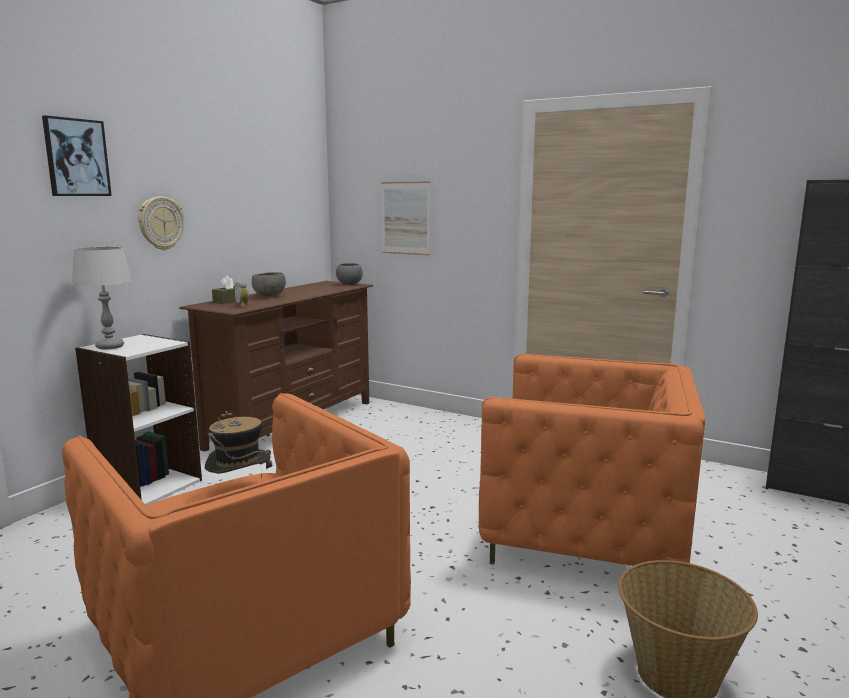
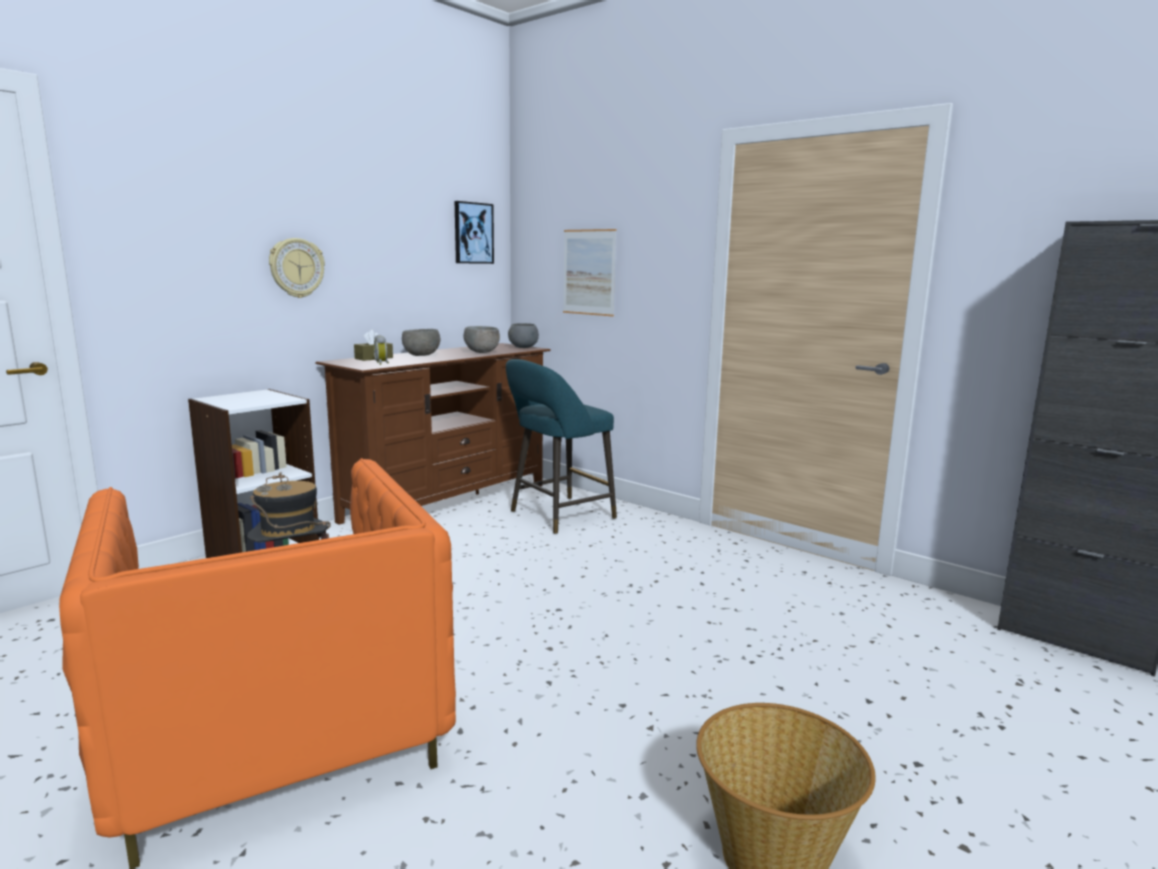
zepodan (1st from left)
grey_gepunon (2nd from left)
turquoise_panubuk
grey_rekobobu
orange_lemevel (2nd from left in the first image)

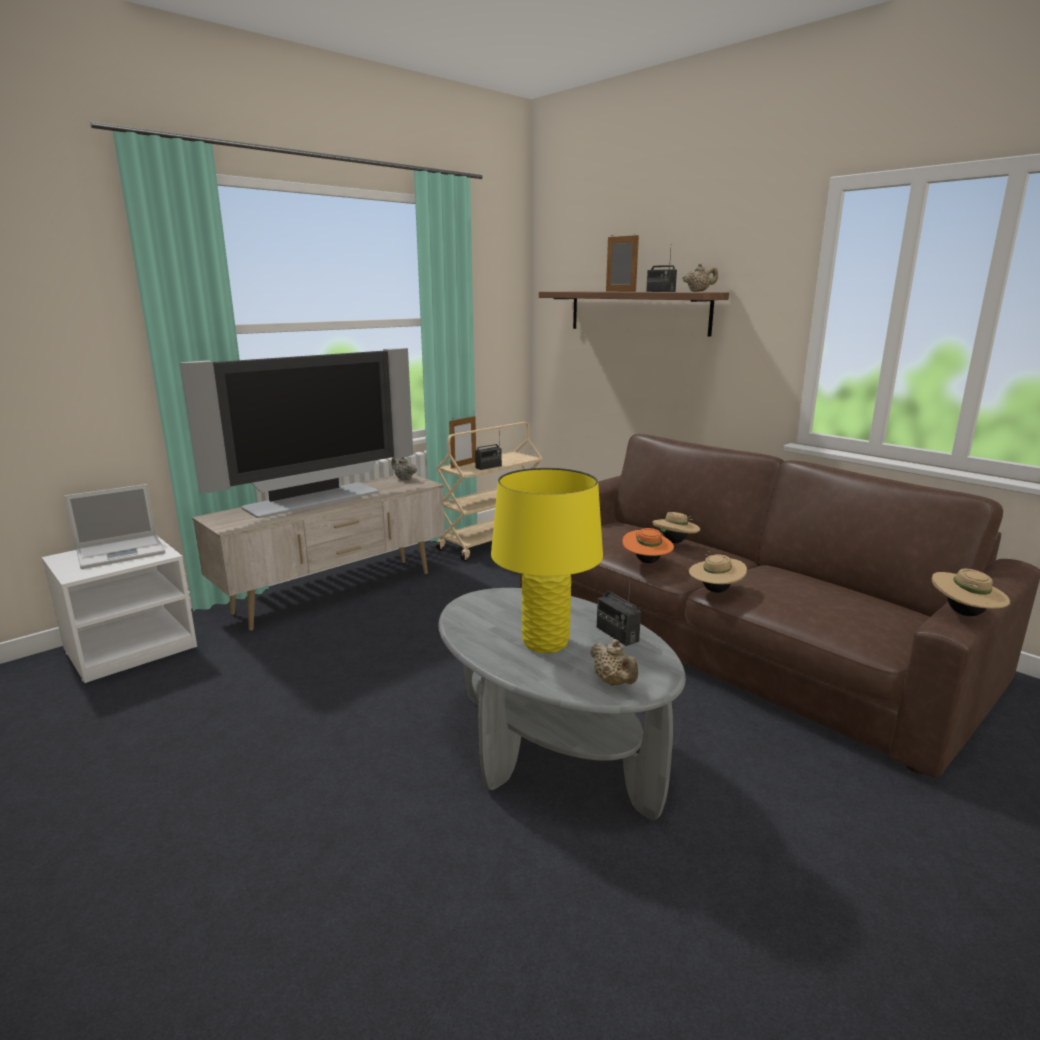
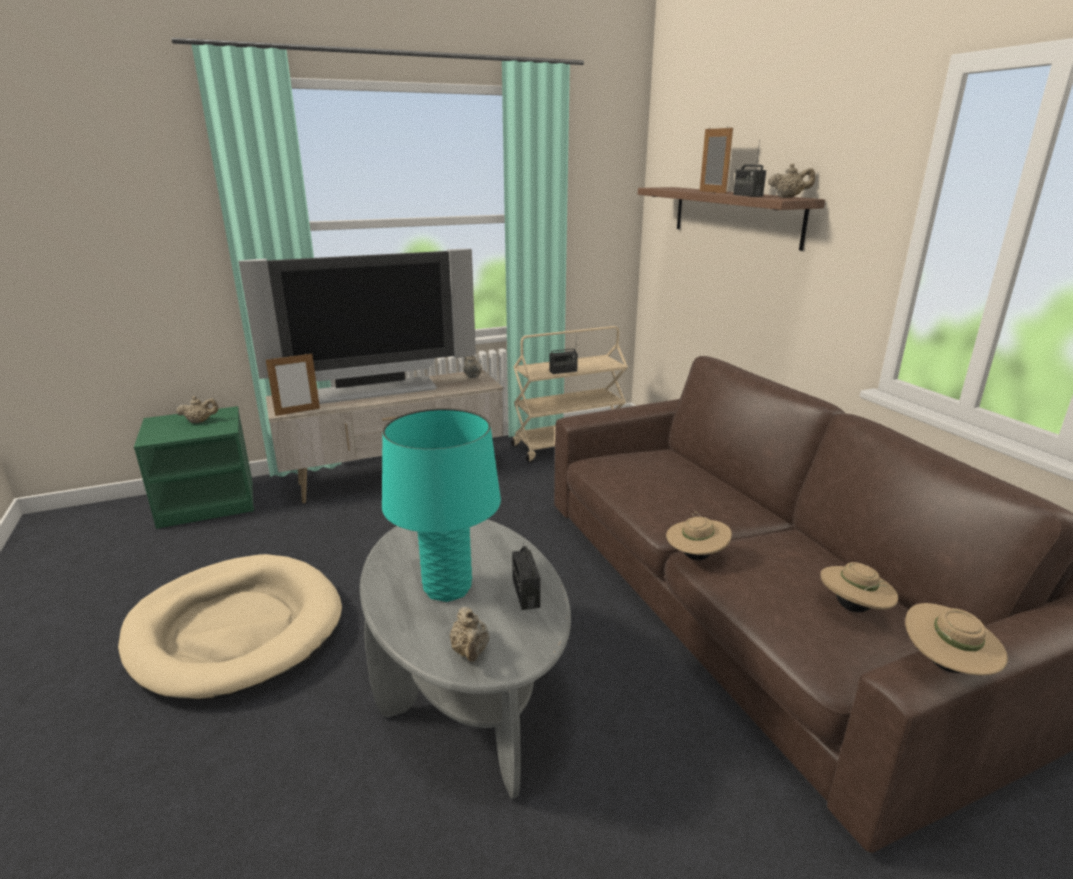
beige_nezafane
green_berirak
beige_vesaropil (1st from left)
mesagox (1st from left)
turquoise_rekobobu
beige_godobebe (2nd from left)
orange_godobebe

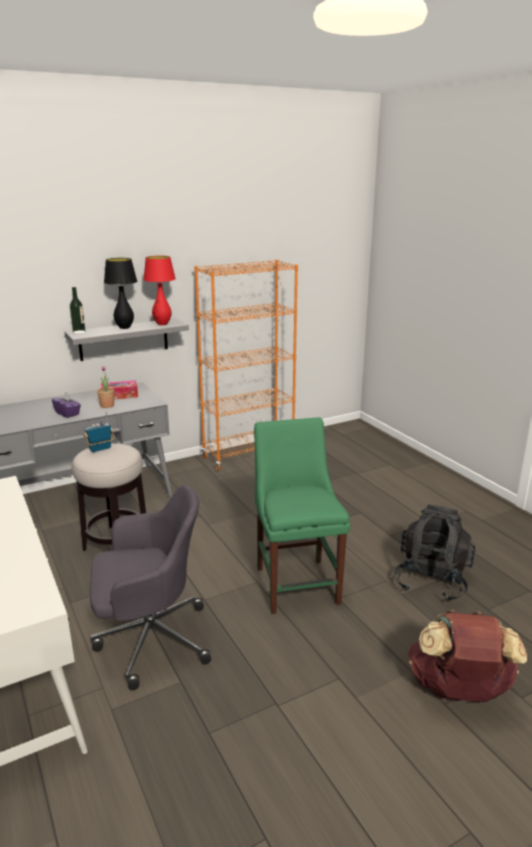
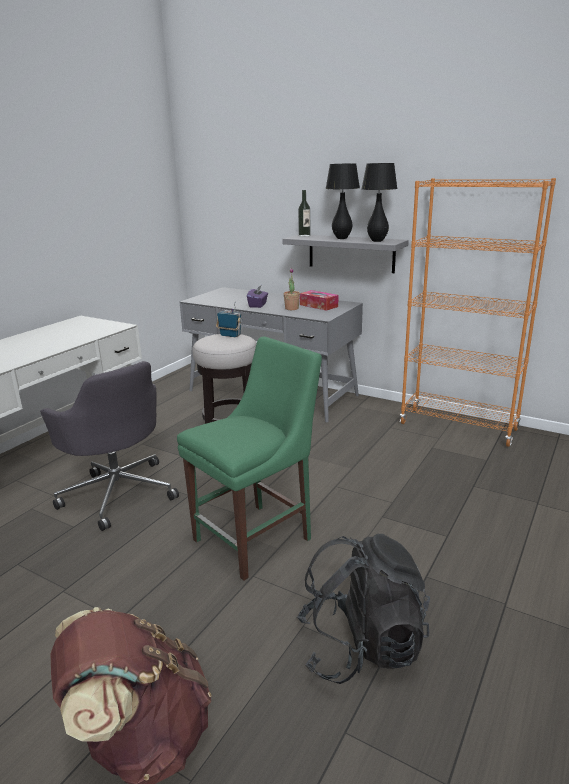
black_rekobobu (2nd from left)

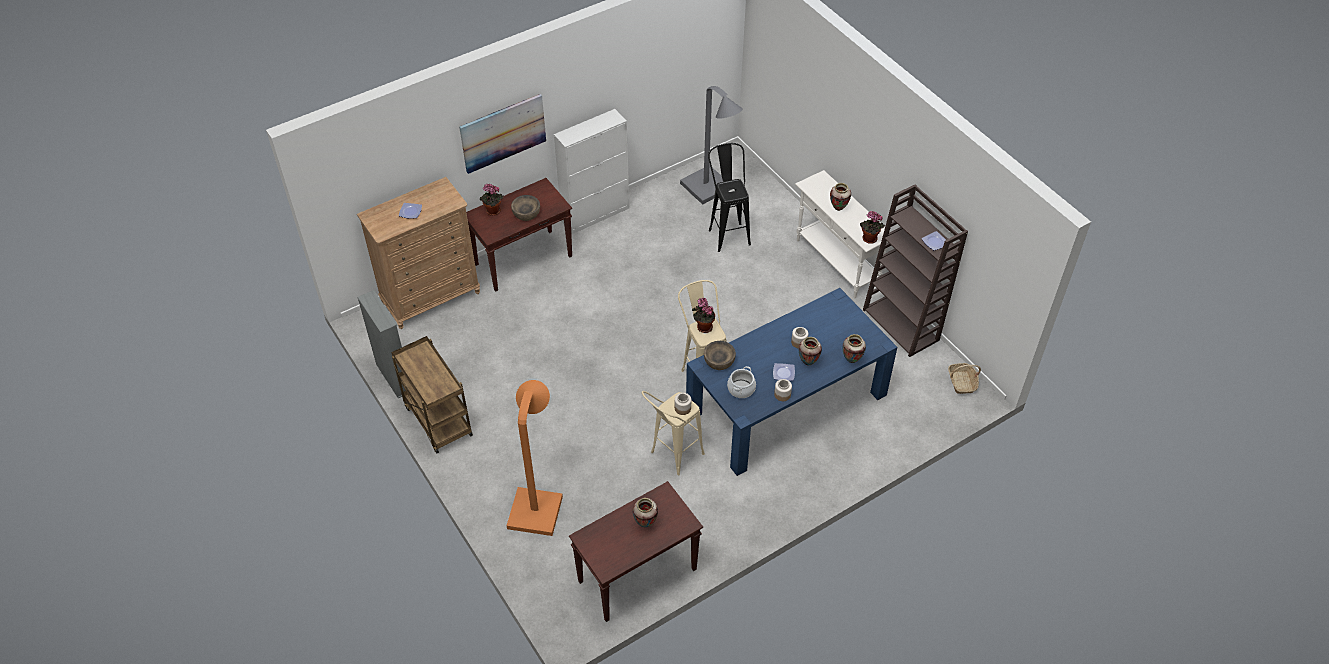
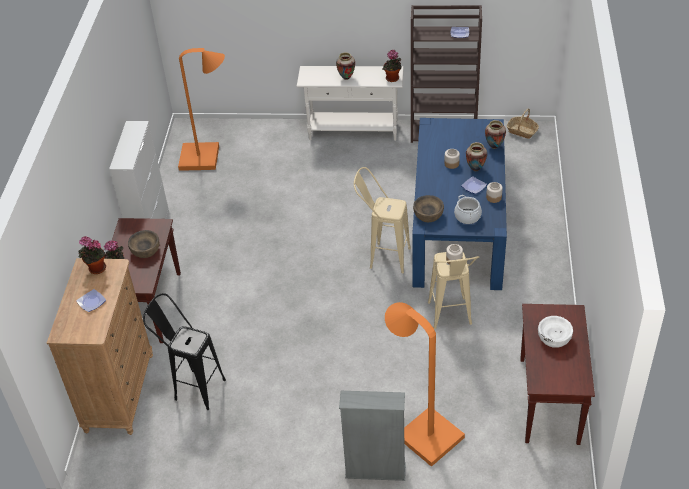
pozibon (1st from left)
black_panubuk
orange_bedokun (1st from left)
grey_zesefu
white_gepunon
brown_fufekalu
zepodan

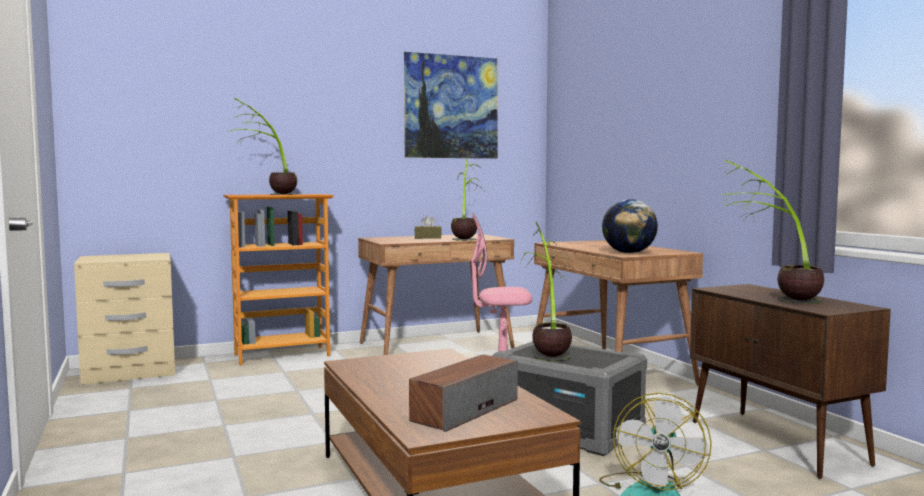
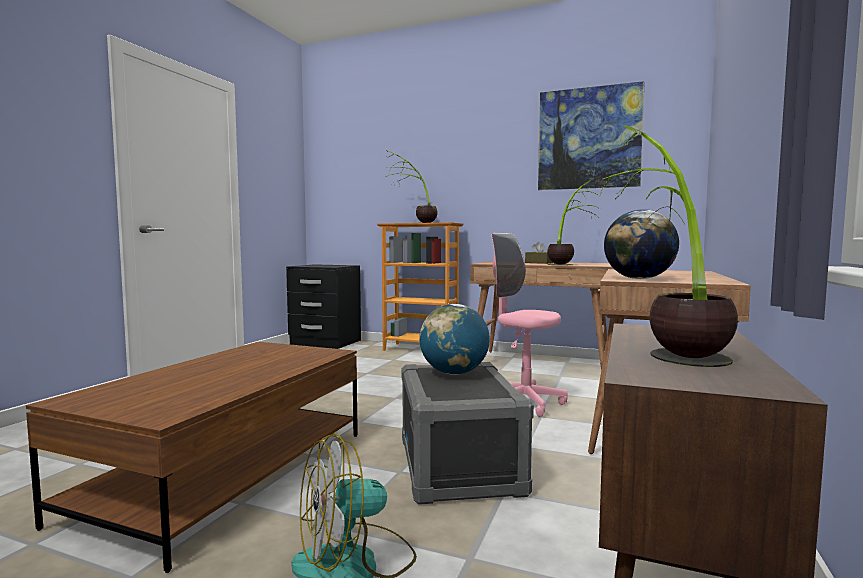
black_berirak
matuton (1st from left)
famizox

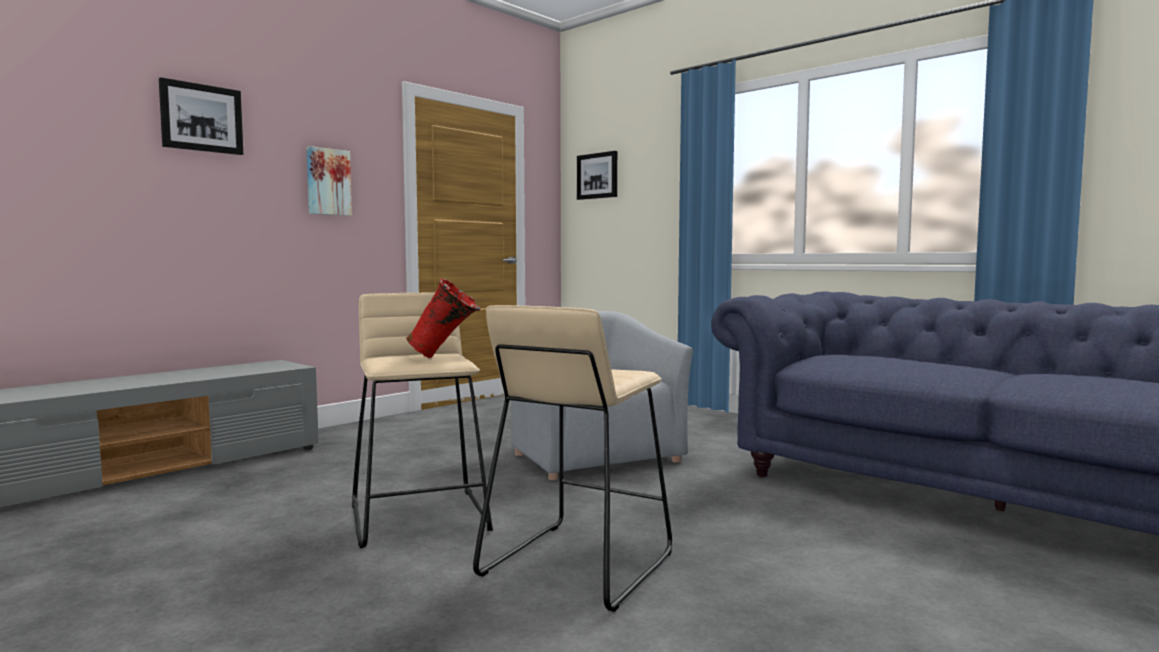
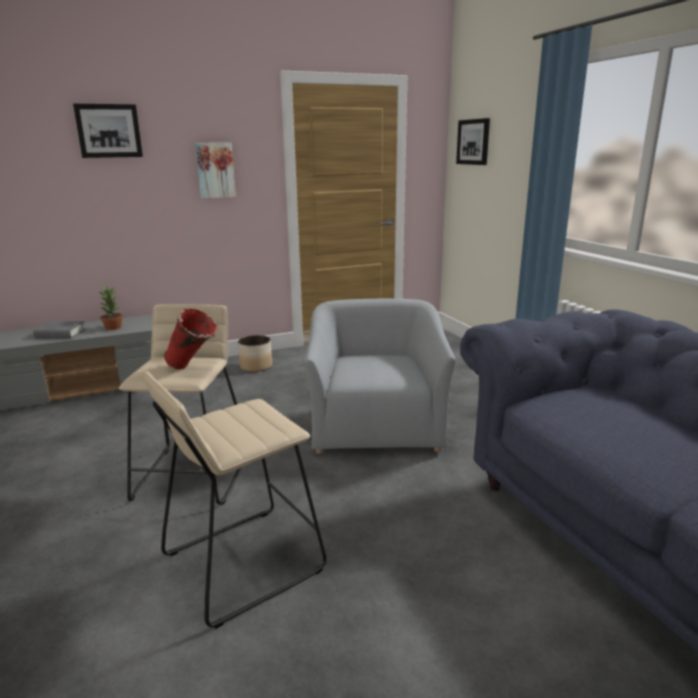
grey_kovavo
pozibon
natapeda

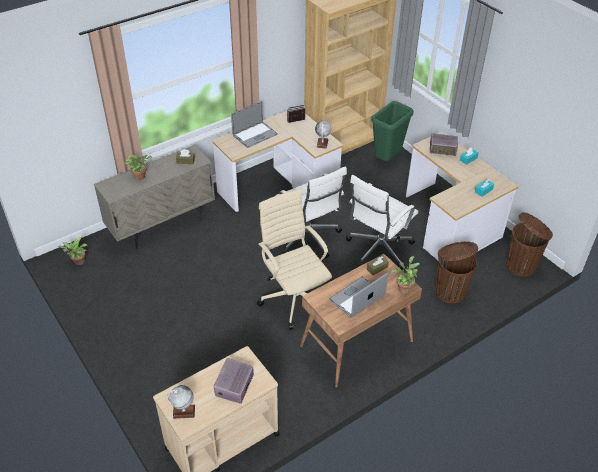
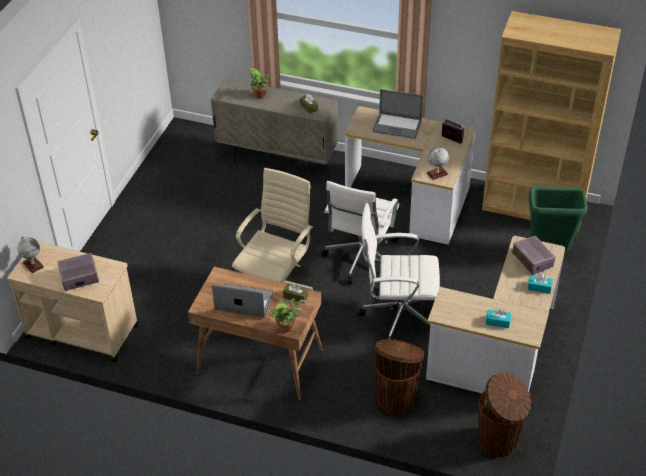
pozibon (1st from left in the first image)

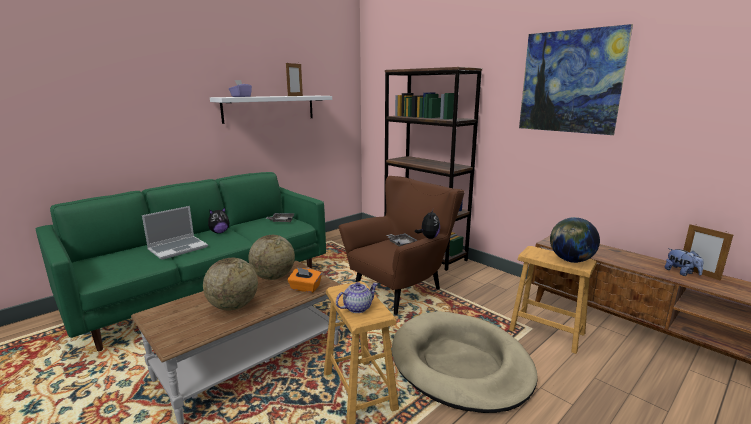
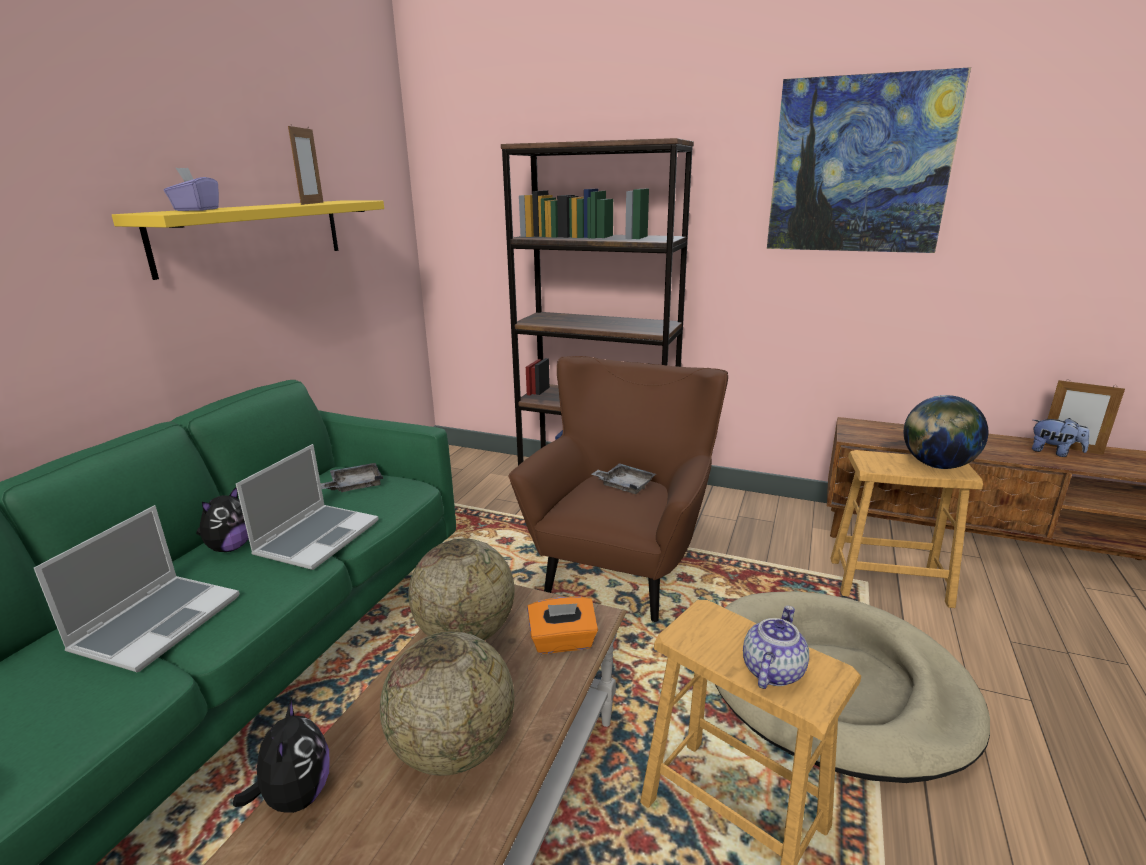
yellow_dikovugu
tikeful (2nd from left)
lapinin (2nd from left)

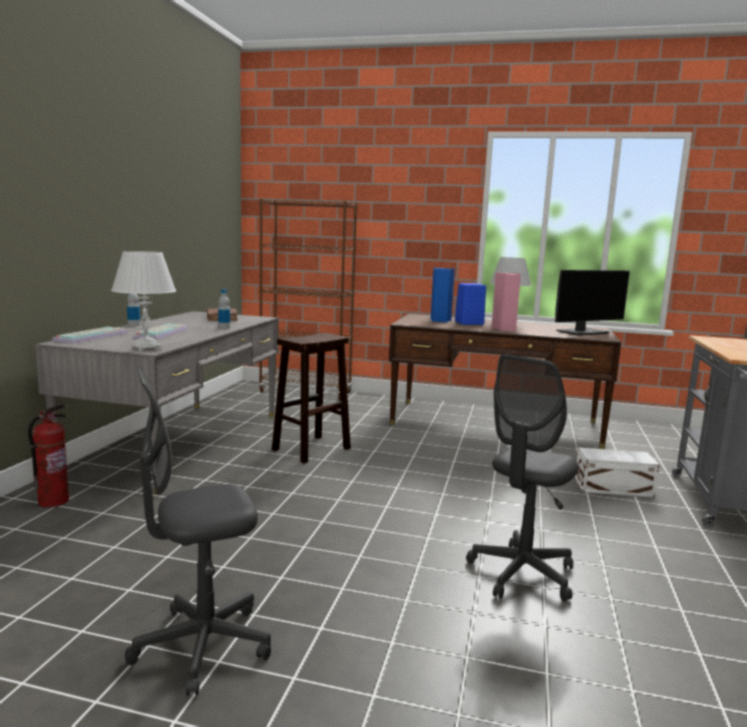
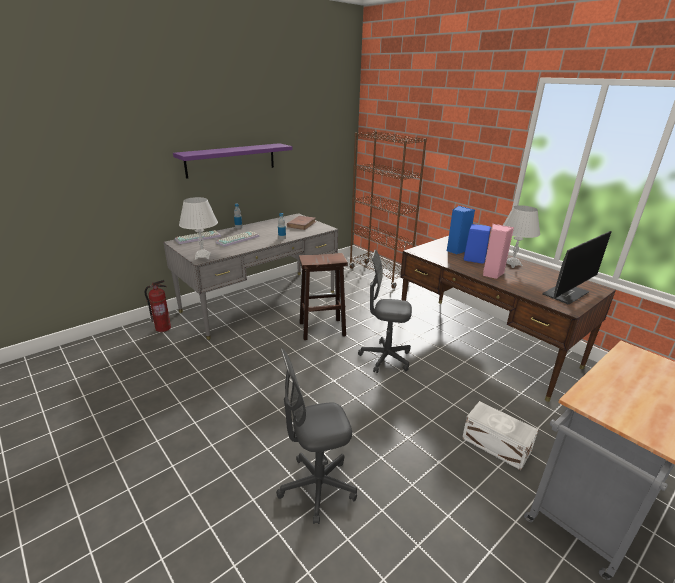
purple_dikovugu
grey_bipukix (2nd from left)
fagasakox

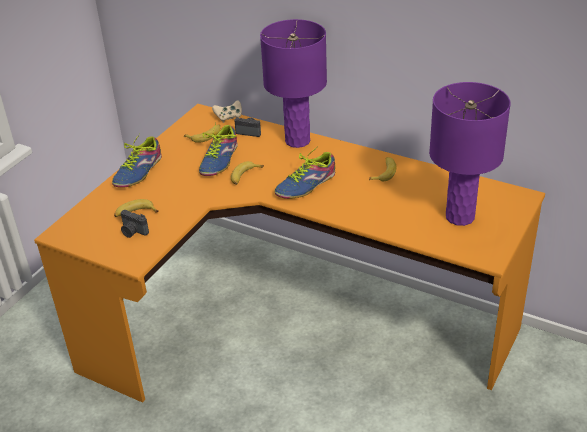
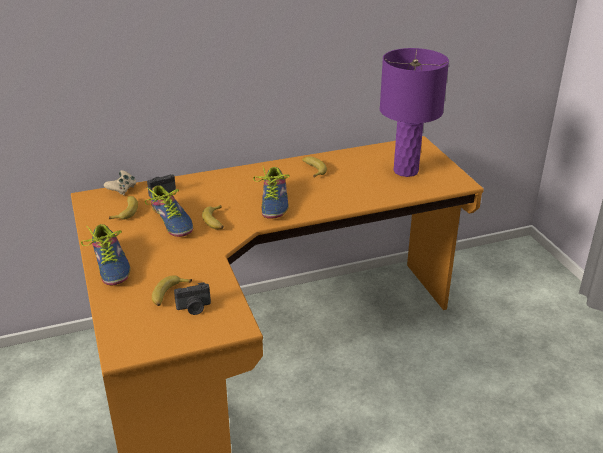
purple_rekobobu (1st from left in the first image)

